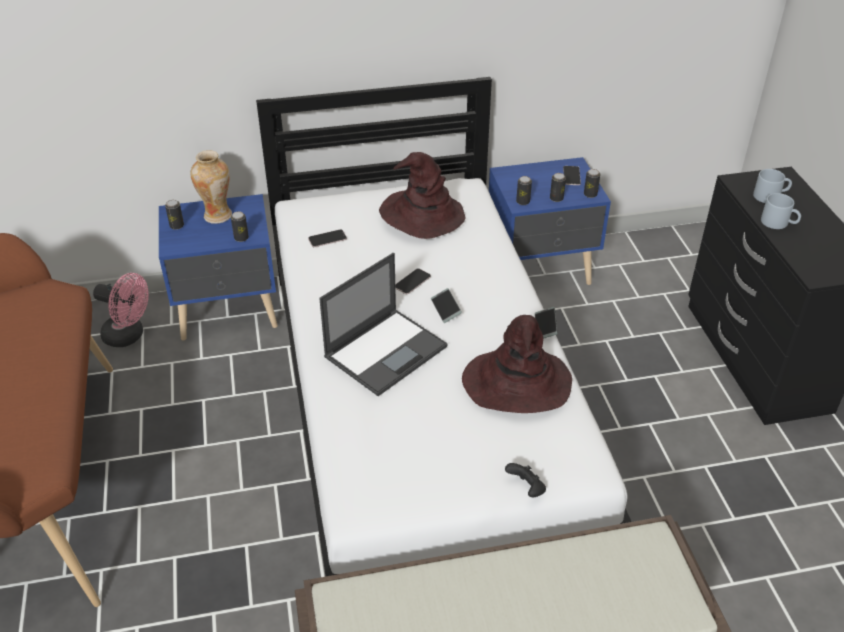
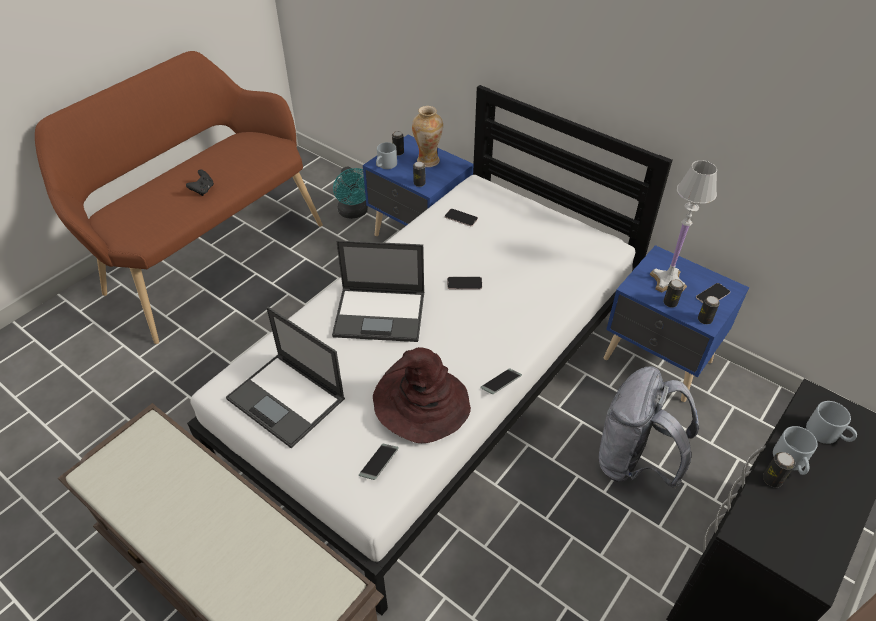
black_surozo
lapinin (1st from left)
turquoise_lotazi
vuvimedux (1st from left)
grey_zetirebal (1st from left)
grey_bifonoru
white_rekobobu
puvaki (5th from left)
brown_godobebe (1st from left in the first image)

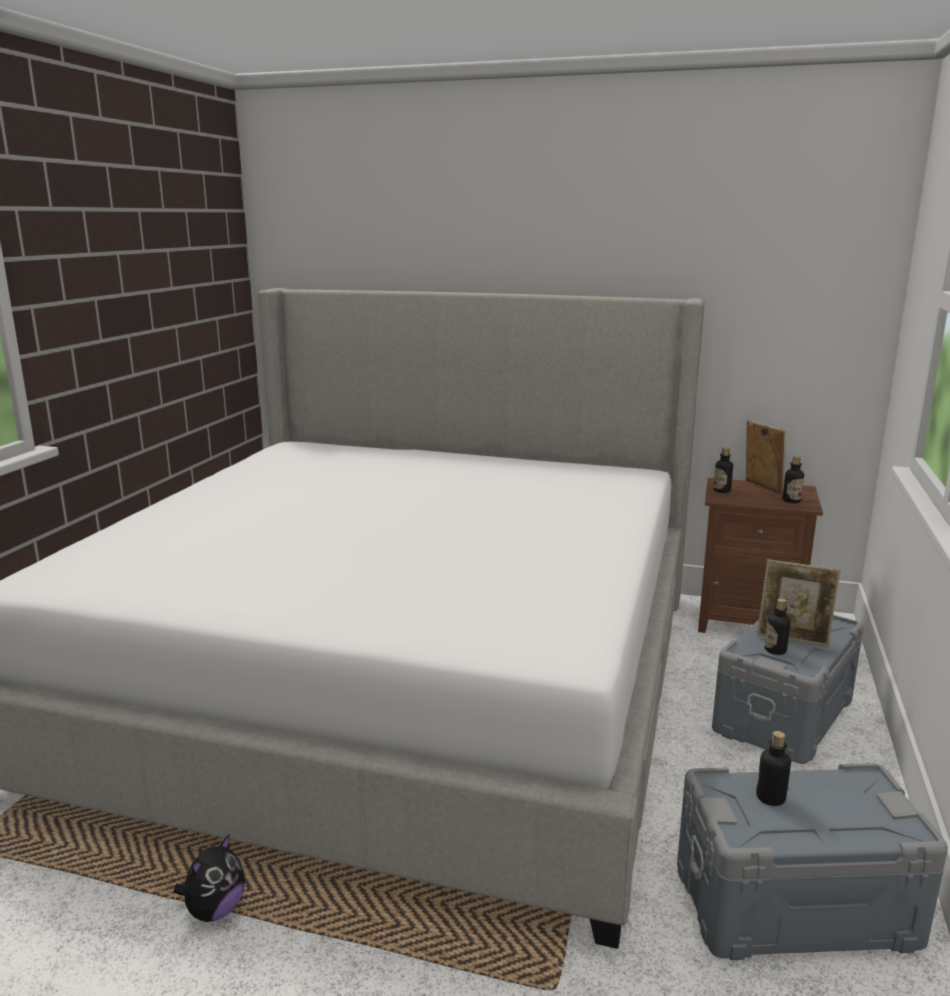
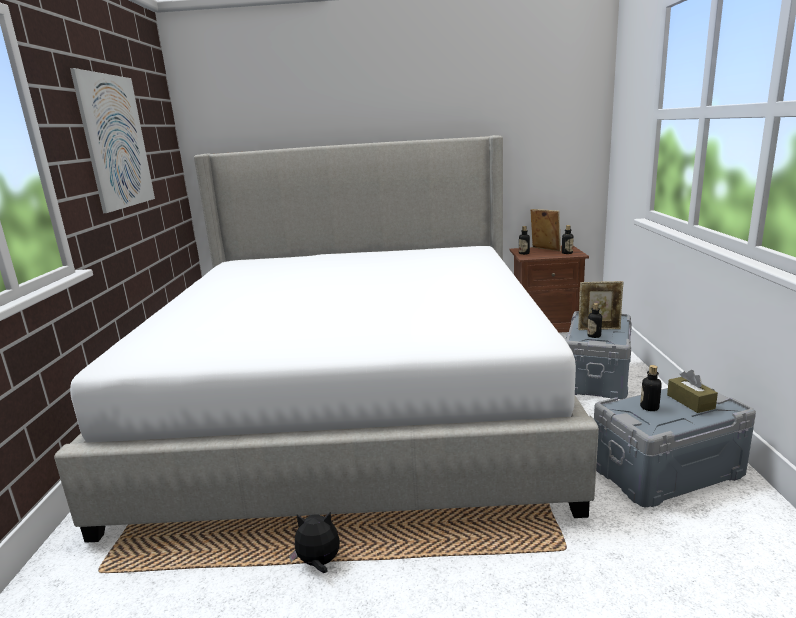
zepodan
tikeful
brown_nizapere

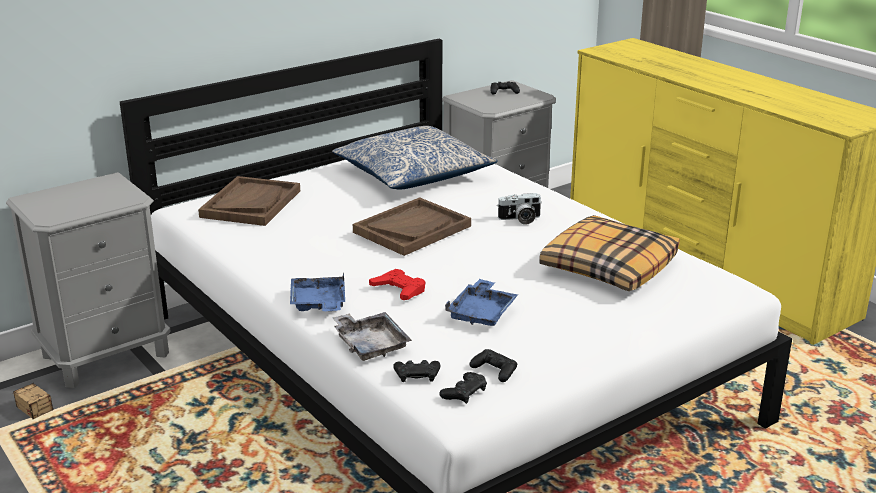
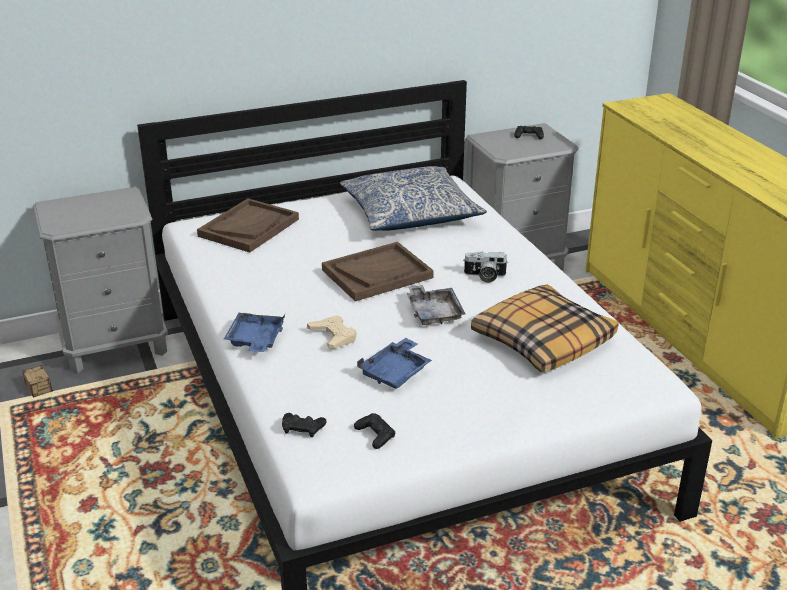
beige_surozo
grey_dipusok
black_surozo (2nd from left in the first image)

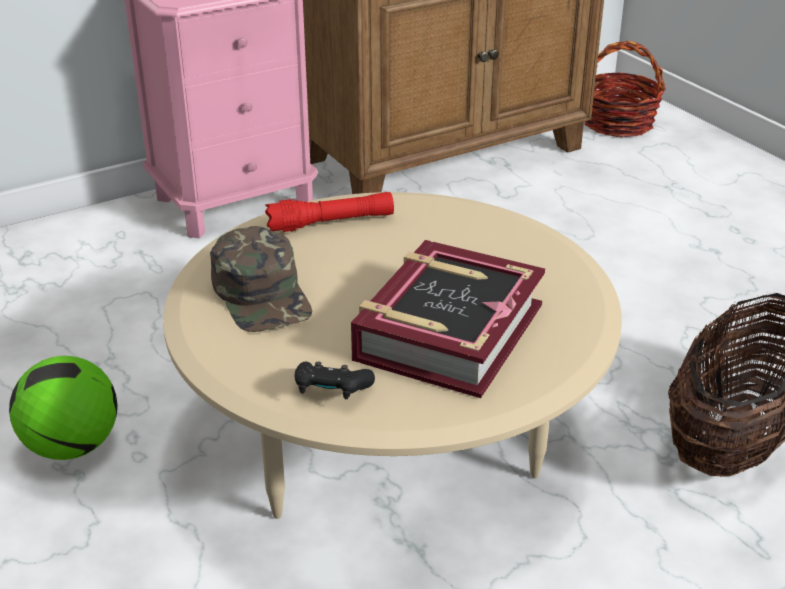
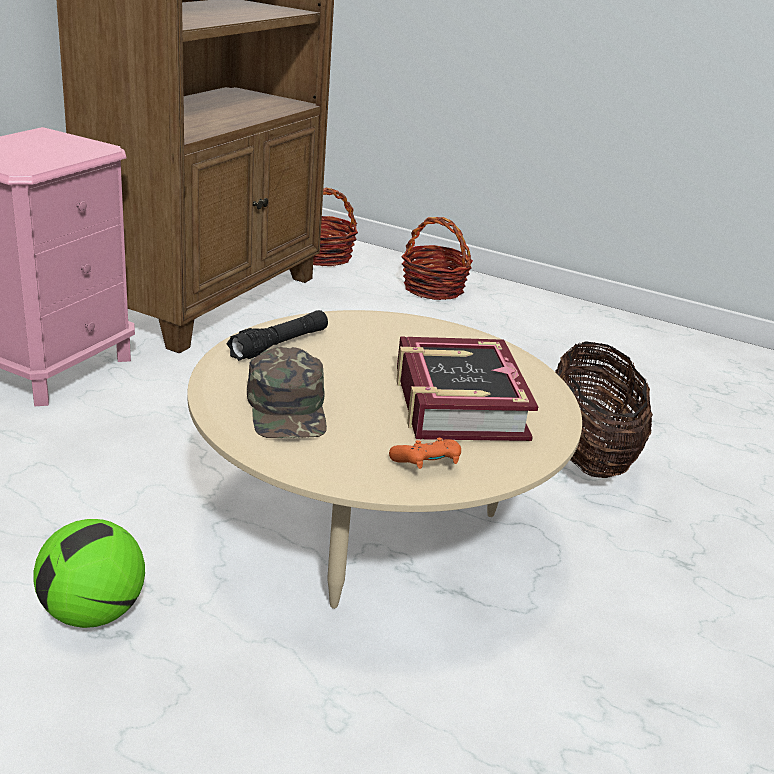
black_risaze
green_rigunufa
orange_surozo
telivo (2nd from left)

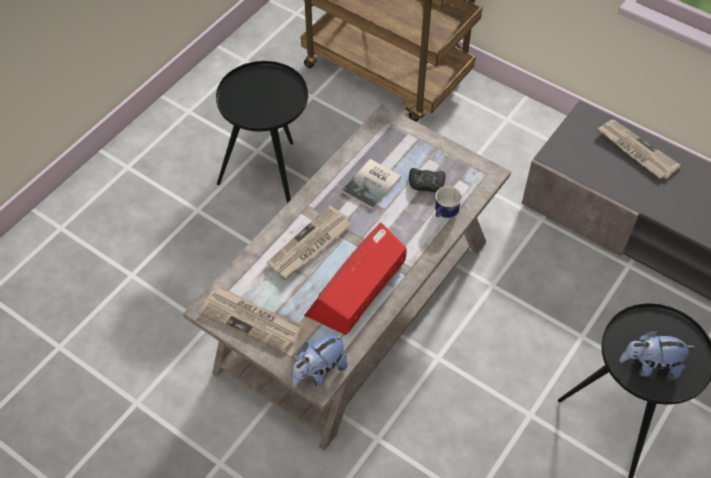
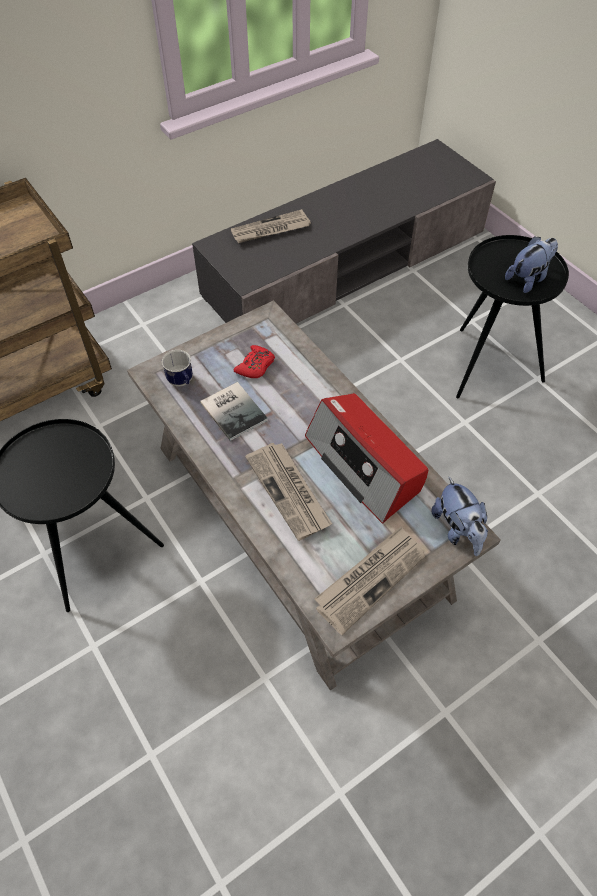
zetirebal
red_surozo
tikeful (2nd from left)

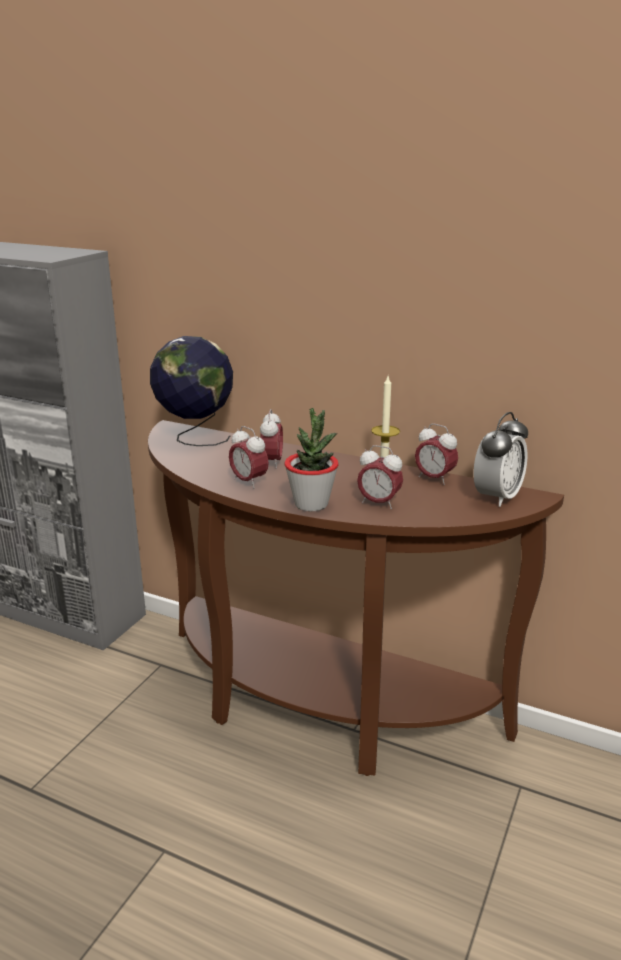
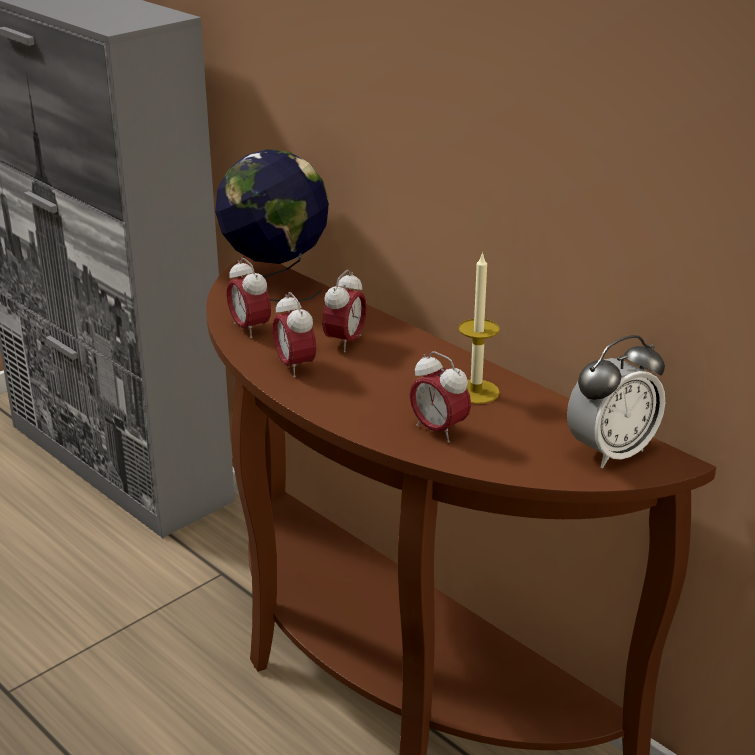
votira (1st from left)
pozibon

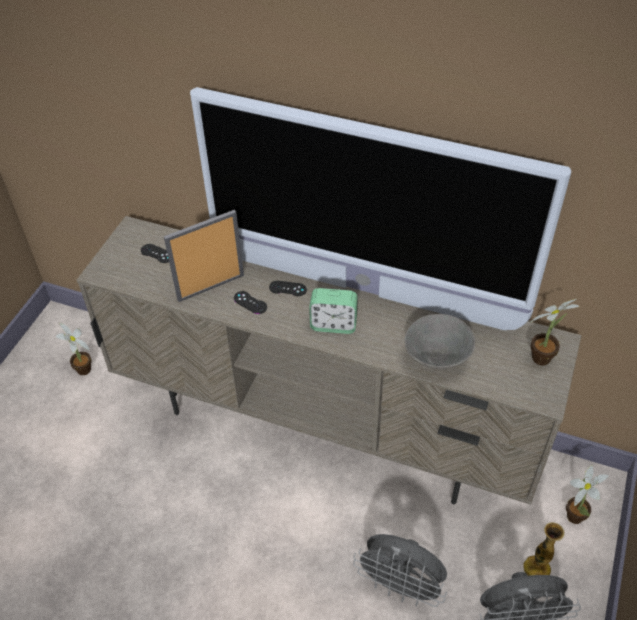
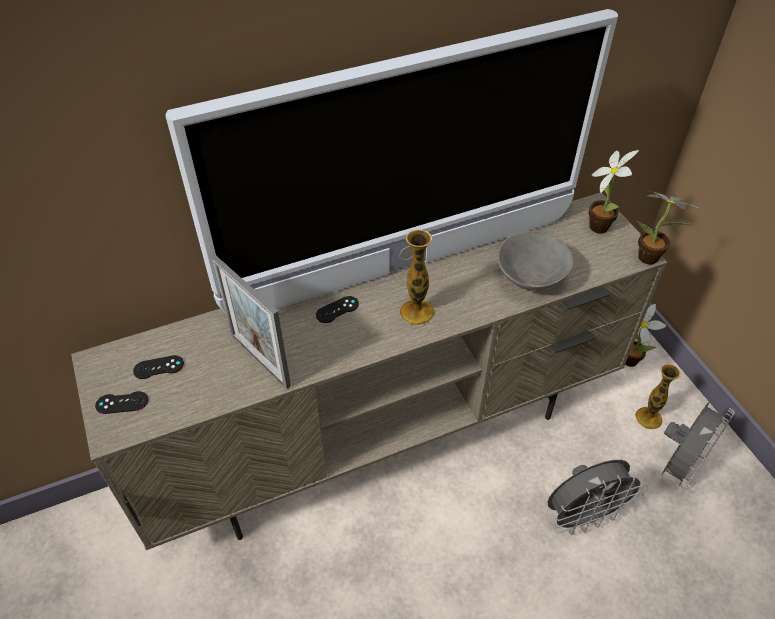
black_surozo (1st from left)
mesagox
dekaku (1st from left)
pozibon (3rd from left)

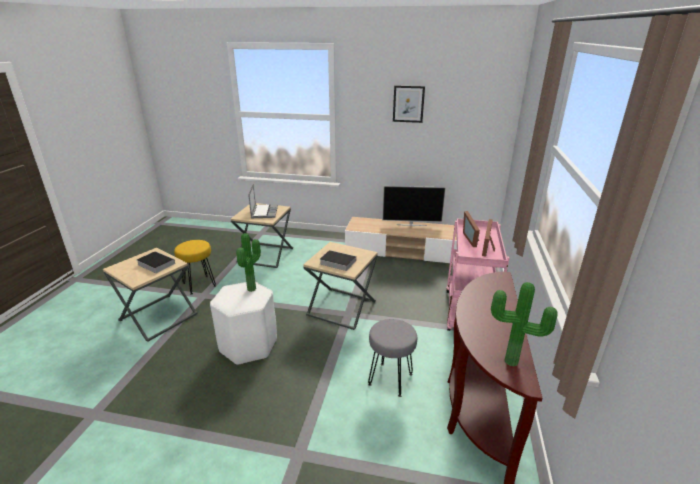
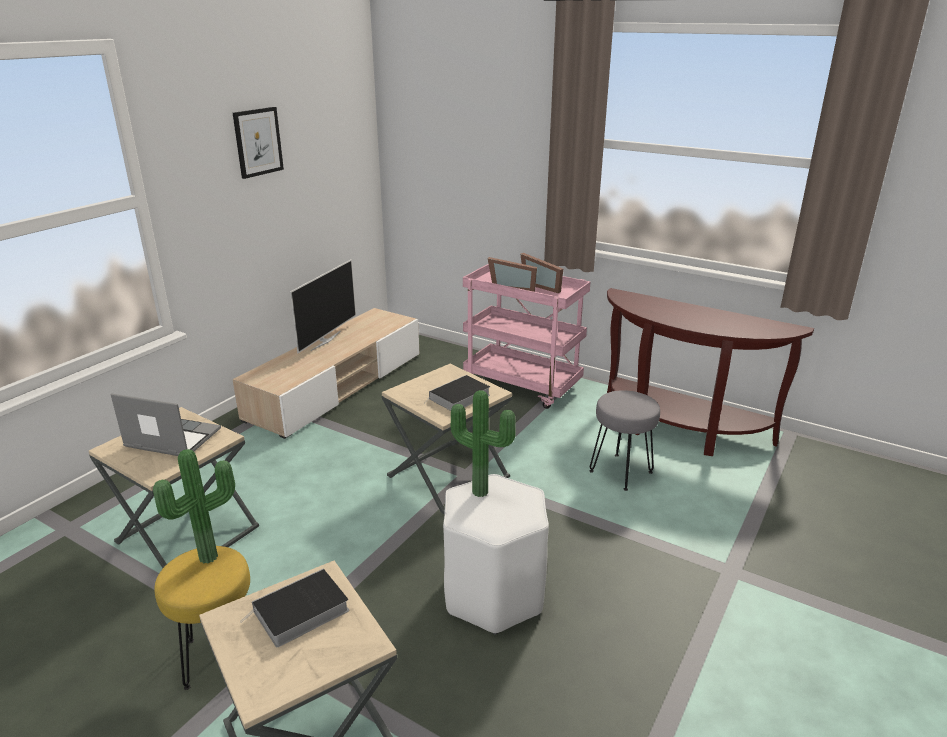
pozibon (1st from left)

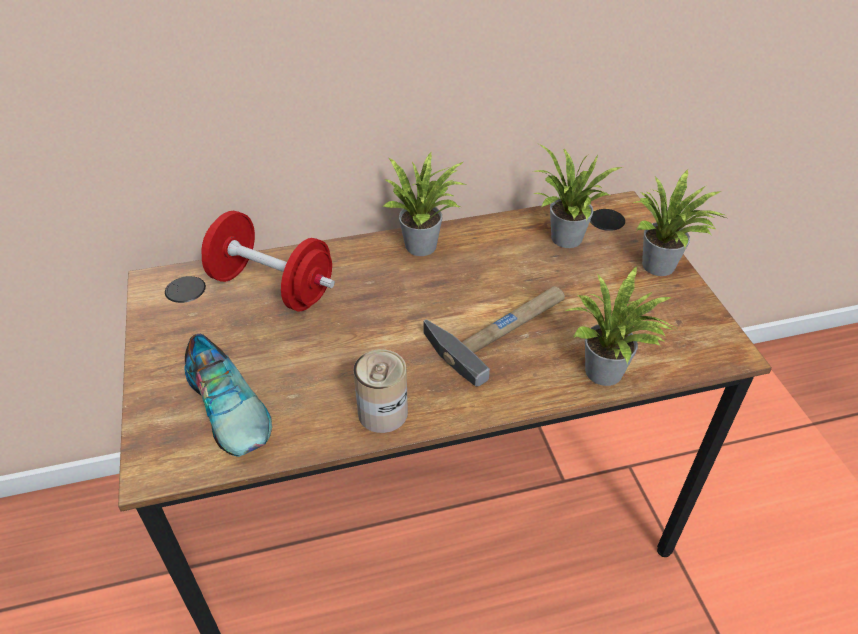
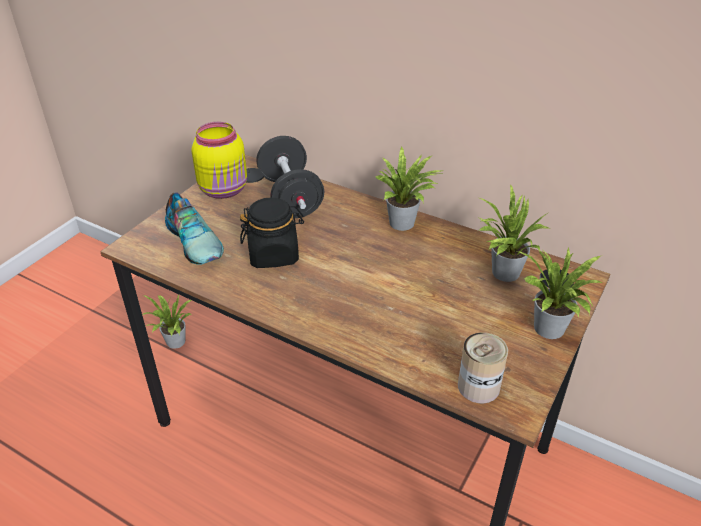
pozibon (1st from left)
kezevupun
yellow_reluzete
black_reluzete
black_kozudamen
puvaki
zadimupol

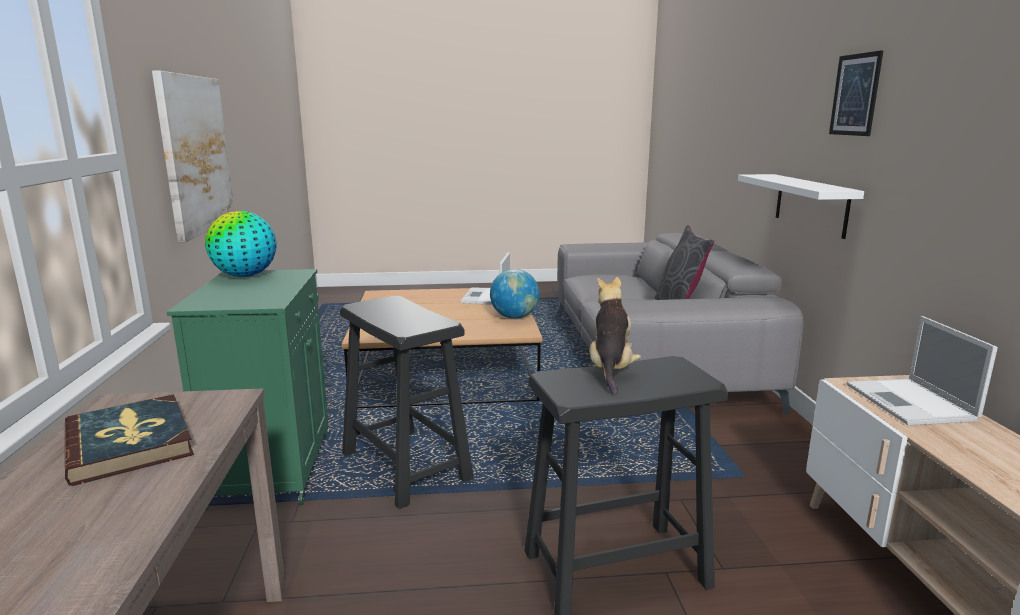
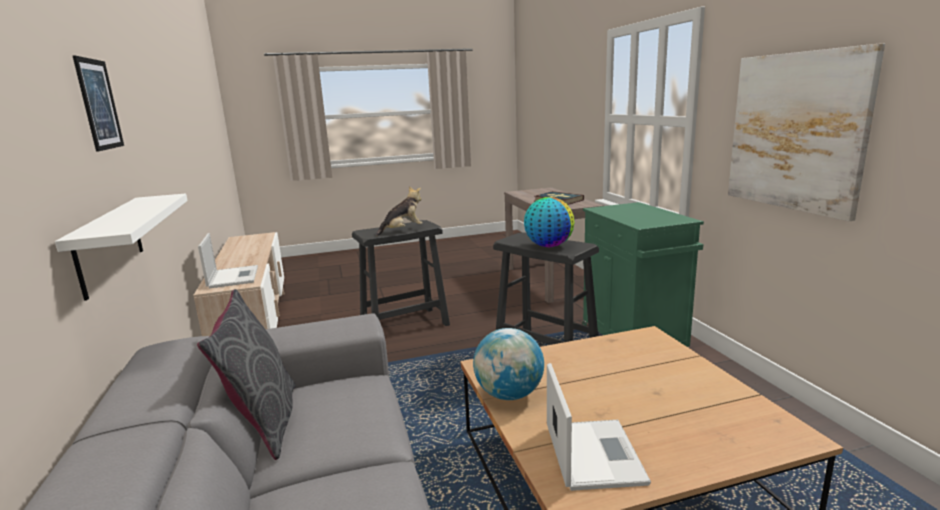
tikeful
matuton (2nd from left)

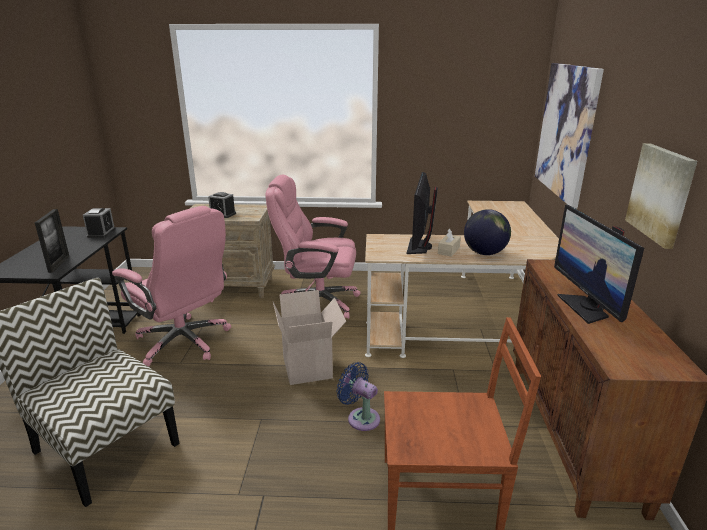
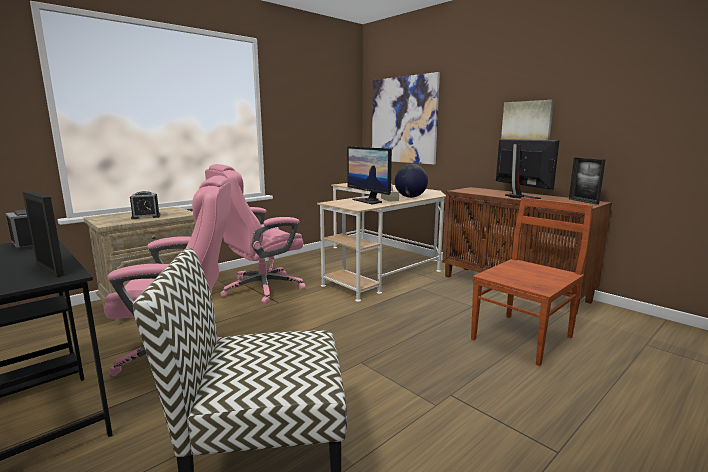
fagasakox (2nd from left)
mesagox (2nd from left)
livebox
blue_lotazi

